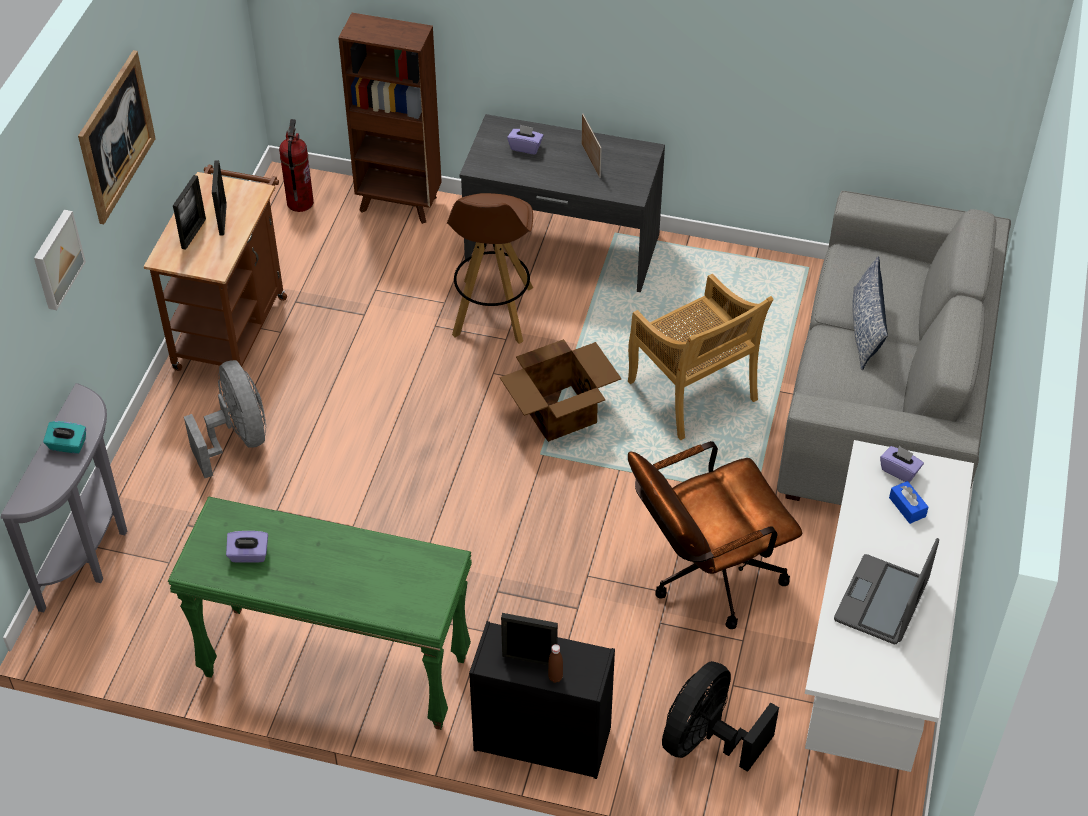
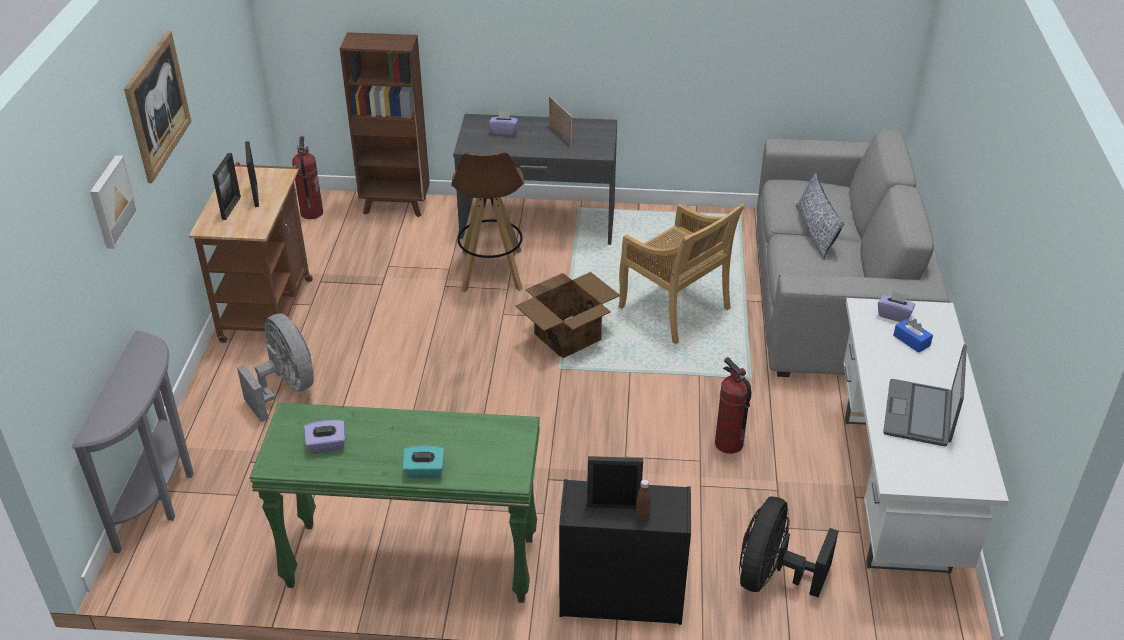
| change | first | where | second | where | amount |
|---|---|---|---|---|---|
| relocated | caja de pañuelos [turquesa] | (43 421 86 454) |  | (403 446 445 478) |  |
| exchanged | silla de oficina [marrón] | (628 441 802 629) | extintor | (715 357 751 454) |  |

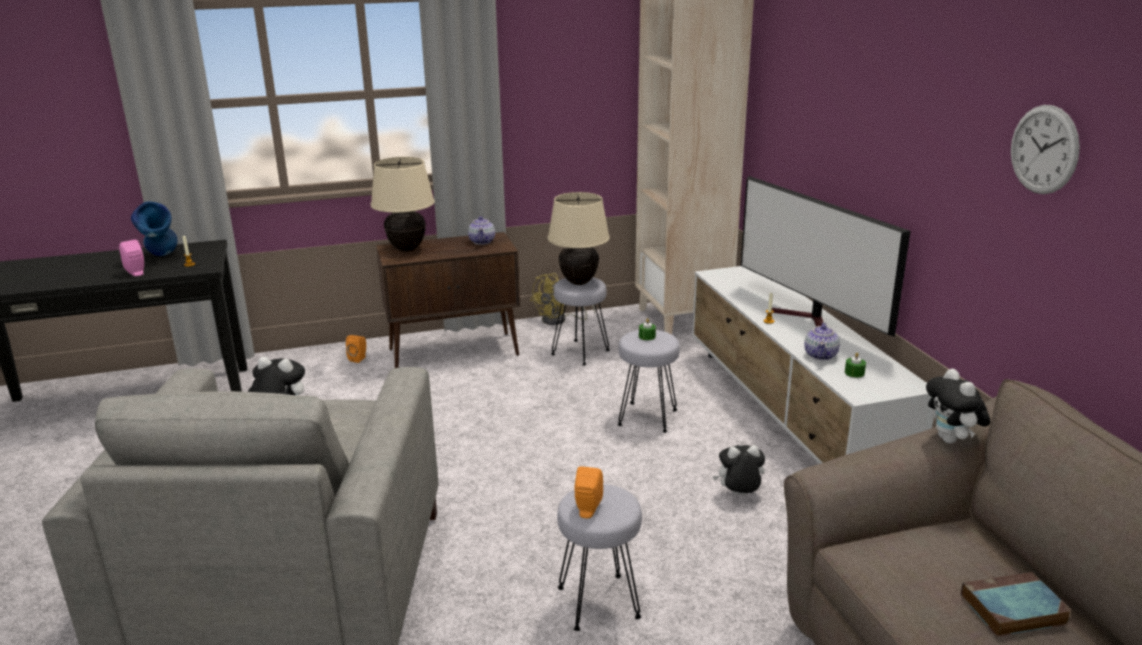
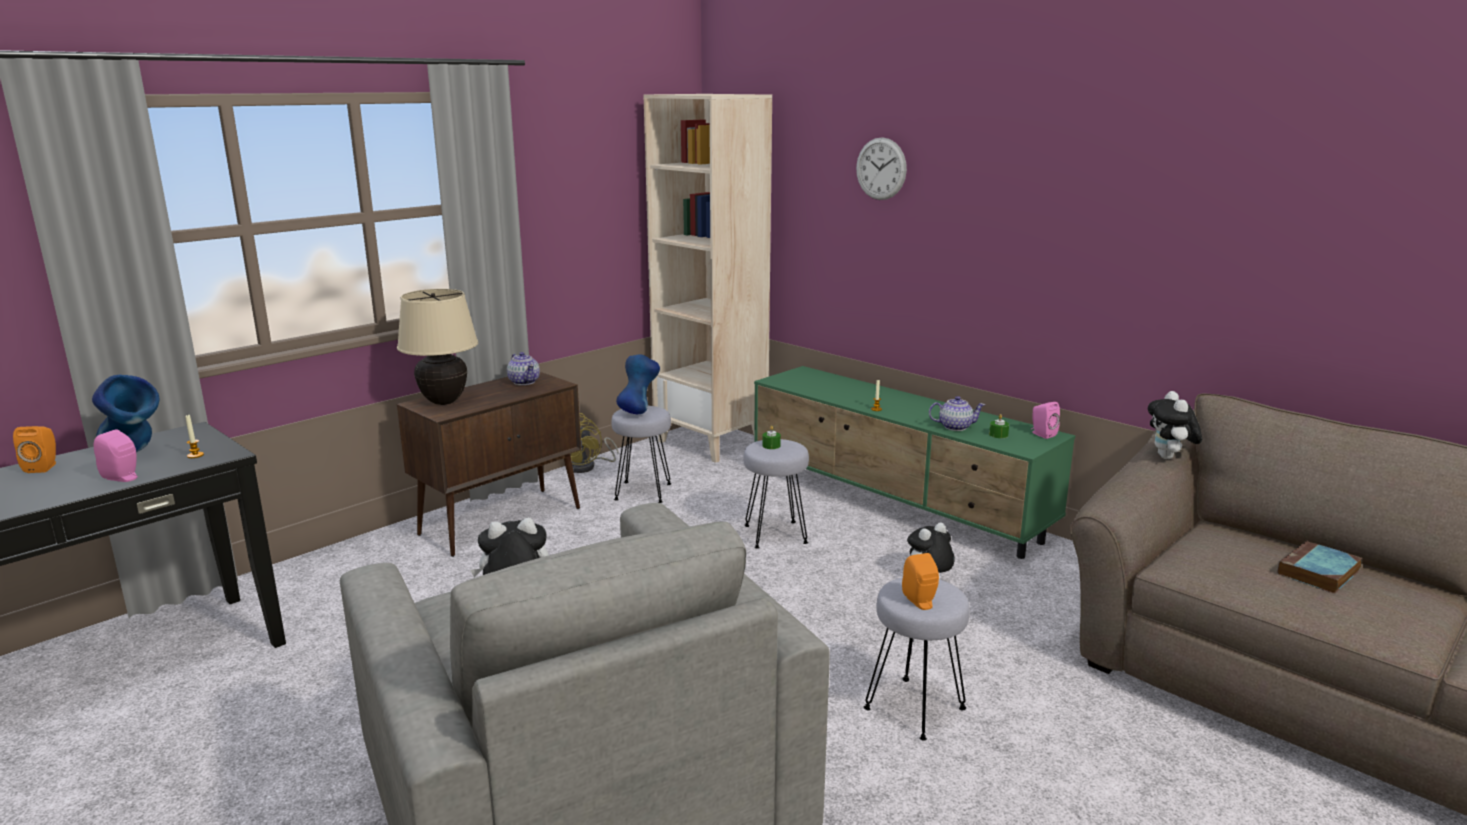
| change | first | where | second | where | amount |
|---|---|---|---|---|---|
| relocated | altavoz [naranja] | (346 335 366 363) |  | (13 426 56 473) |  |
| exchanged | lámpara de mesa [beis] | (548 192 610 285) | florero [azul] | (616 354 660 414) |  |
| colour | mueble de televisión [blanco] | (692 266 935 464) | mueble de televisión [verde] | (754 366 1075 559) |  |
| relocated | reloj de pared | (1011 105 1080 194) |  | (856 137 907 200) |  |
| spun | tetera | (804 322 840 360) |  | (929 396 985 431) | 75 degrees counterclockwise |
| appeared |  |  | altavoz [rosa] | (1031 402 1060 439) |  |
| spun | peluche | (926 369 990 444) |  | (1148 391 1202 459) | 45 degrees clockwise |
| missing | televisor | (741 176 911 337) |  |  |  |

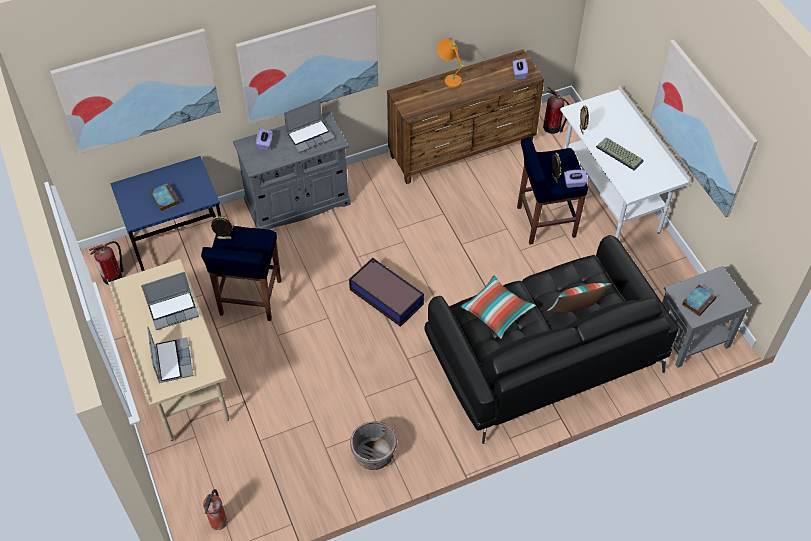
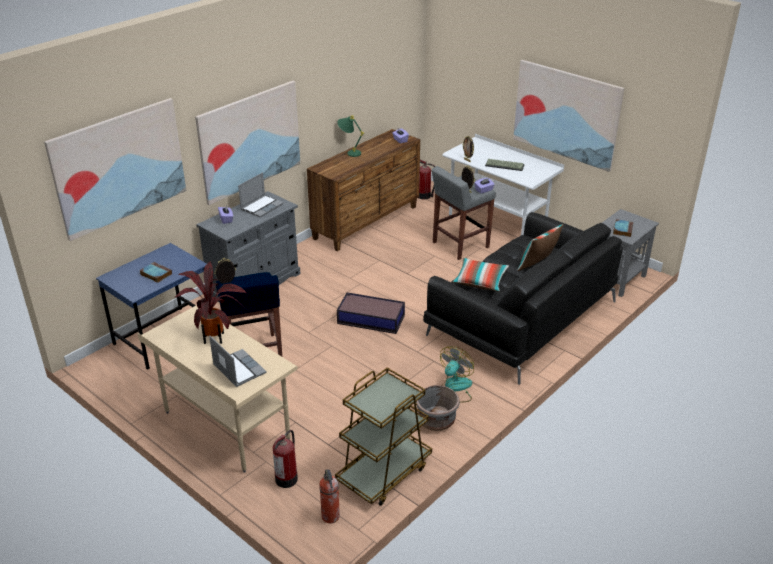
| change | first | where | second | where | amount |
|---|---|---|---|---|---|
| exchanged | portátil | (141 272 199 330) | planta en maceta | (175 261 246 344) |  |
| relocated | extintor | (89 241 124 285) |  | (273 430 298 488) |  |
| appeared |  |  | carrito [marrón] | (335 368 432 506) |  |
| colour | lámpara de mesa [naranja] | (437 39 464 87) | lámpara de mesa [verde] | (338 115 364 157) |  |
| colour | taburete [azul] | (517 137 588 245) | taburete [gris] | (432 166 496 260) |  |
| appeared |  |  | ventilador | (440 346 474 403) |  |

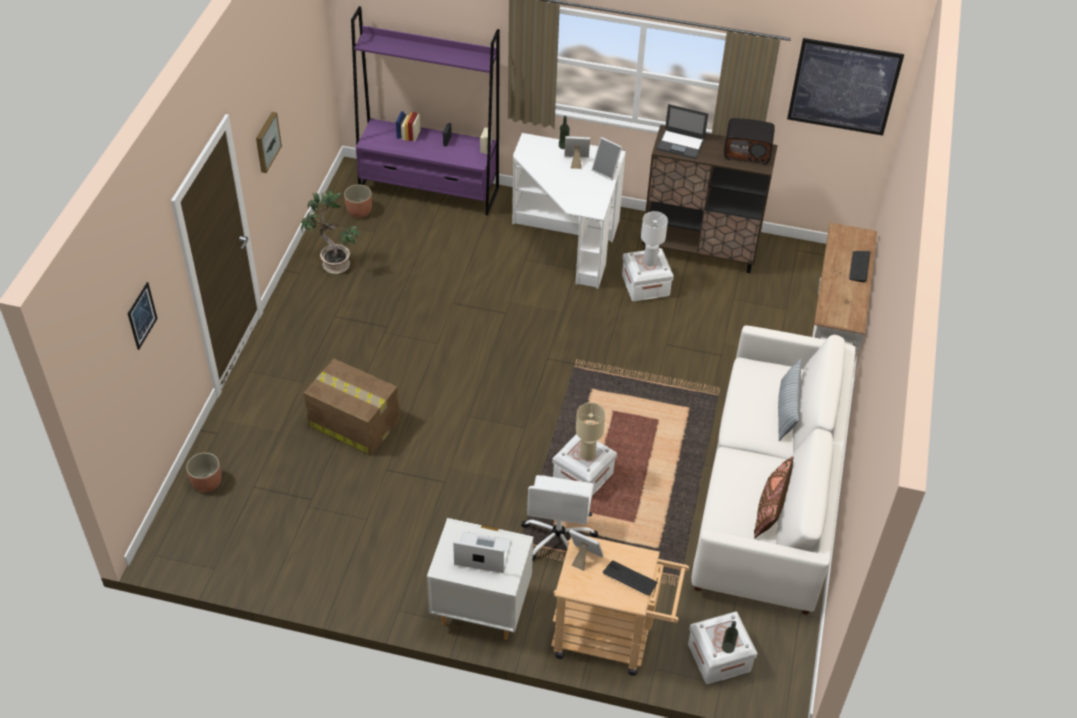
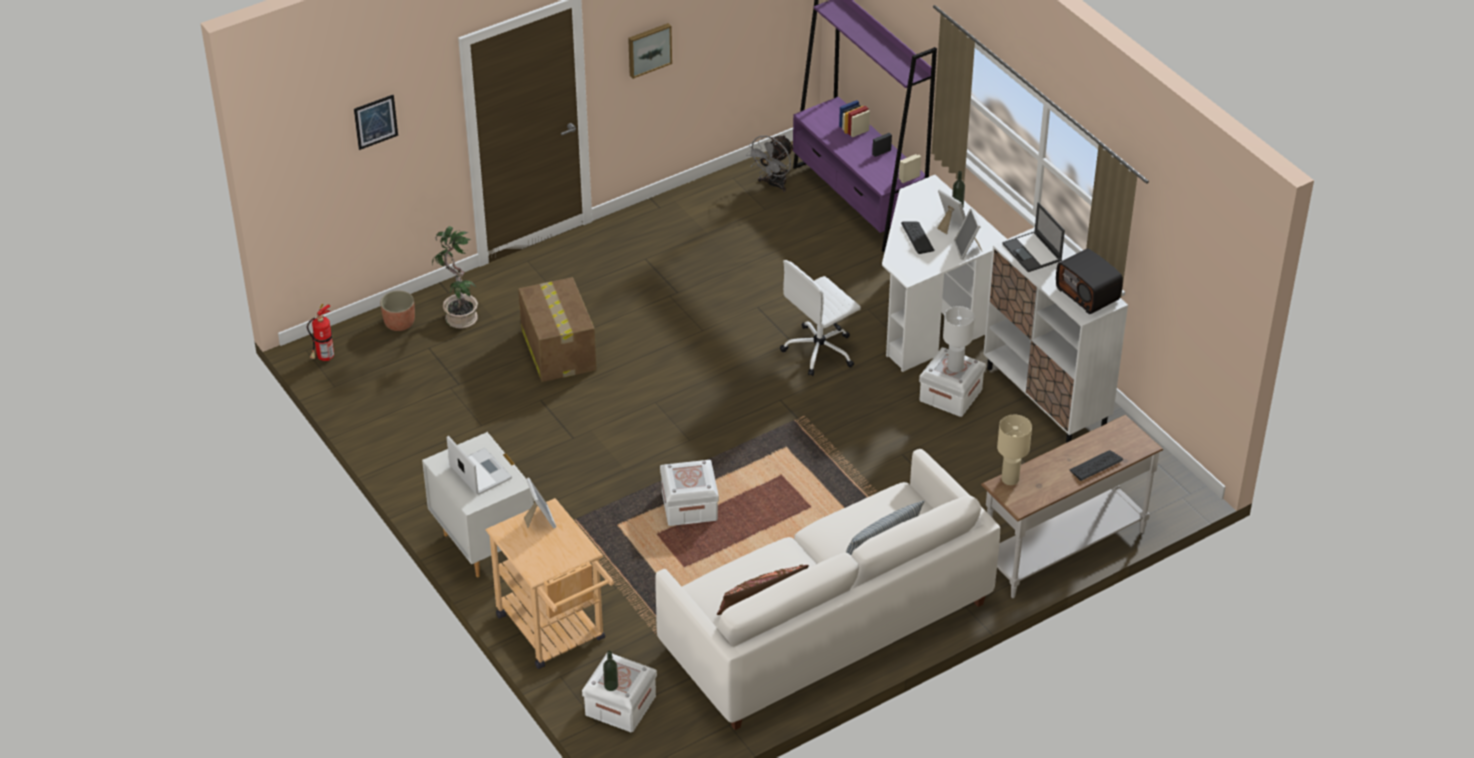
| change | first | where | second | where | amount |
|---|---|---|---|---|---|
| appeared |  |  | extintor | (307 304 334 361) |  |
| relocated | planta en maceta | (301 190 361 274) |  | (432 226 478 328) |  |
| exchanged | maceta | (344 184 372 218) | ventilador [gris] | (746 135 794 192) |  |
| relocated | silla de oficina [blanco] | (521 475 598 561) |  | (780 260 861 376) |  |
| relocated | teclado | (603 561 658 596) |  | (901 221 935 254) |  |
| colour | armario [marrón] | (642 125 778 273) | armario [blanco] | (984 227 1128 443) |  |
| relocated | lámpara de mesa [beis] | (576 403 605 460) |  | (997 415 1032 485) |  |
| missing | cuadro | (787 38 904 136) |  |  |  |

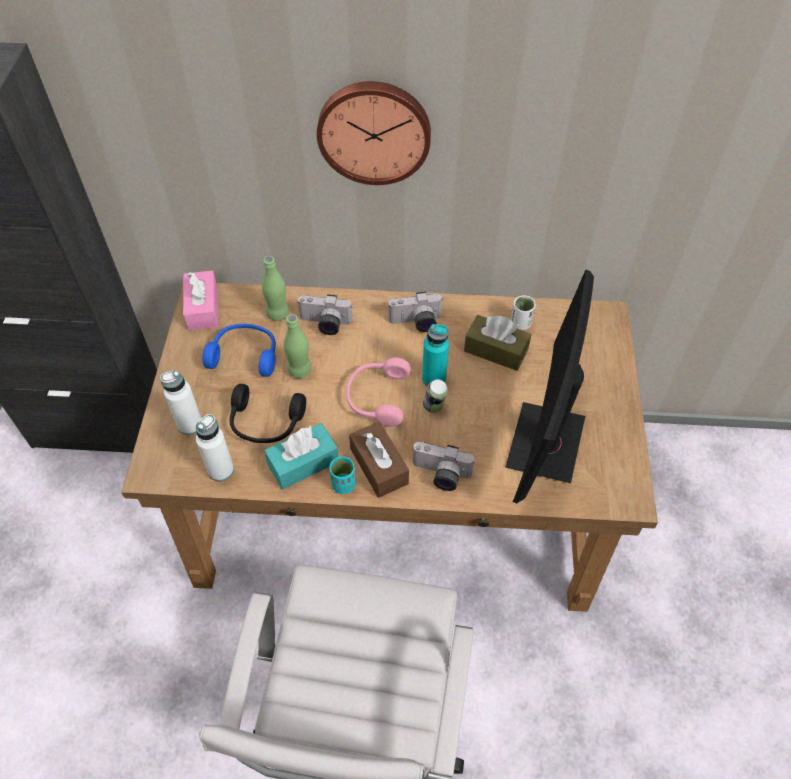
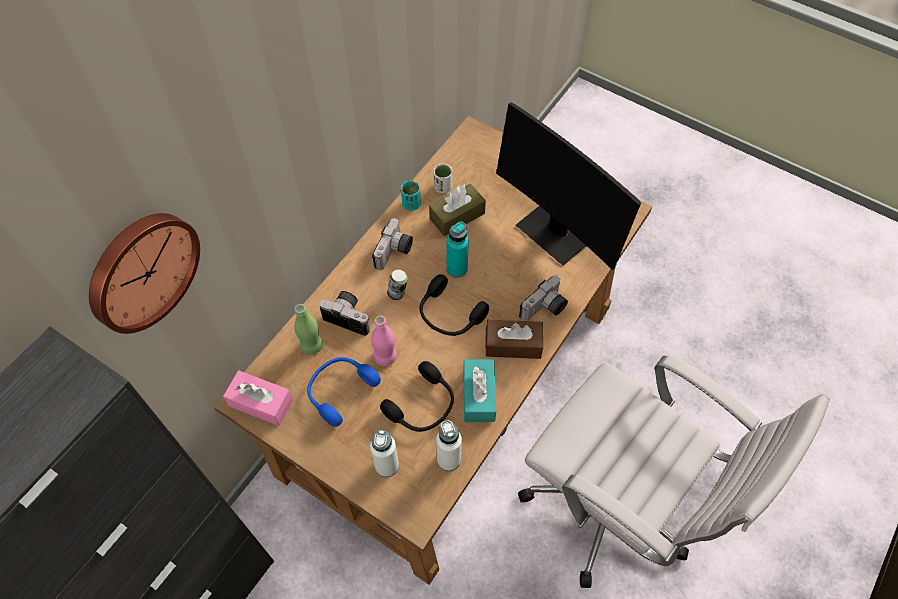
| change | first | where | second | where | amount |
|---|---|---|---|---|---|
| relocated | reloj de pared | (317 81 431 185) |  | (89 213 200 334) |  |
| spun | cámara | (297 294 352 335) |  | (320 291 370 336) | 105 degrees counterclockwise |
| colour | botella [verde] | (284 314 312 378) | botella [rosa] | (371 316 397 366) |  |
| relocated | lata | (423 379 448 413) |  | (387 269 407 300) |  |
| relocated | taza [turquesa] | (329 457 356 494) |  | (401 181 421 211) |  |
| colour | auriculares [rosa] | (346 358 411 427) | auriculares [negro] | (420 274 489 336) |  |

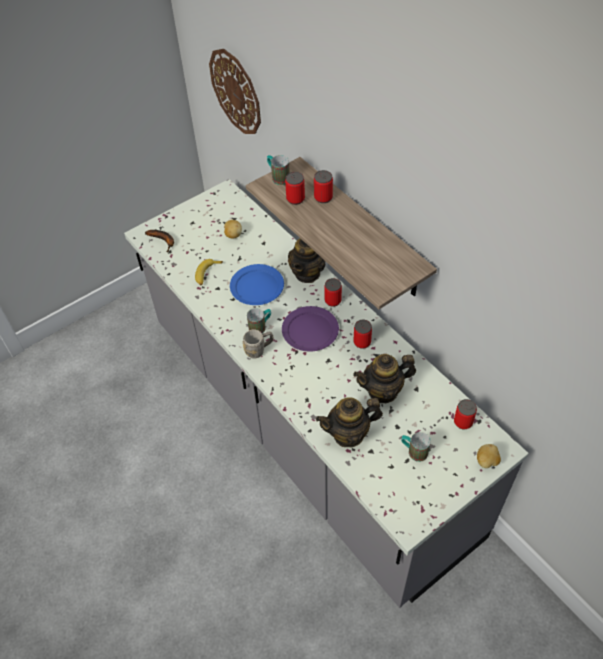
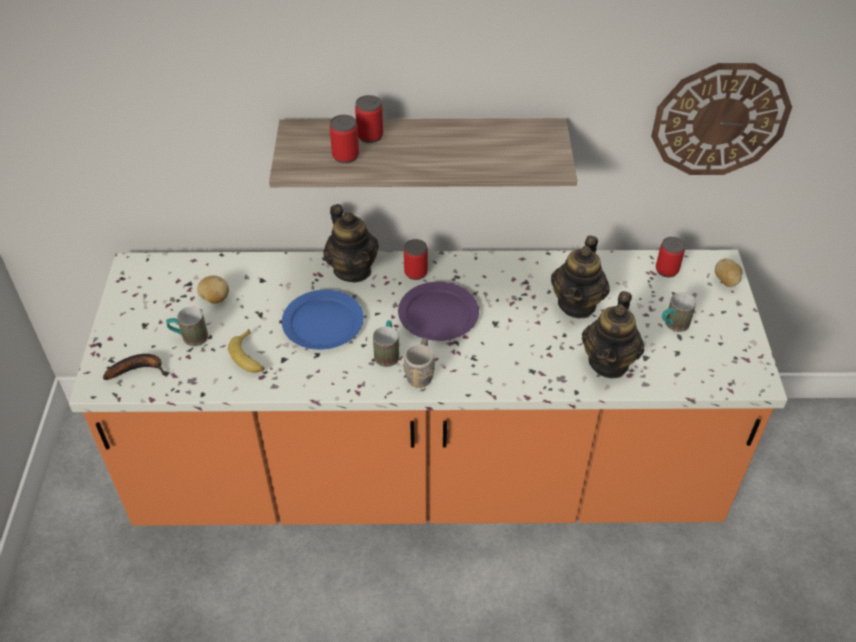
| change | first | where | second | where | amount |
|---|---|---|---|---|---|
| colour | mueble bajo de cocina [gris] | (124 179 529 608) | mueble bajo de cocina [naranja] | (69 250 788 526) |  |
| relocated | taza grande | (267 155 290 185) |  | (166 306 208 346) |  |
| relocated | reloj de pared | (209 49 261 134) |  | (651 63 792 175) |  |
| missing | lata | (353 320 372 349) |  |  |  |

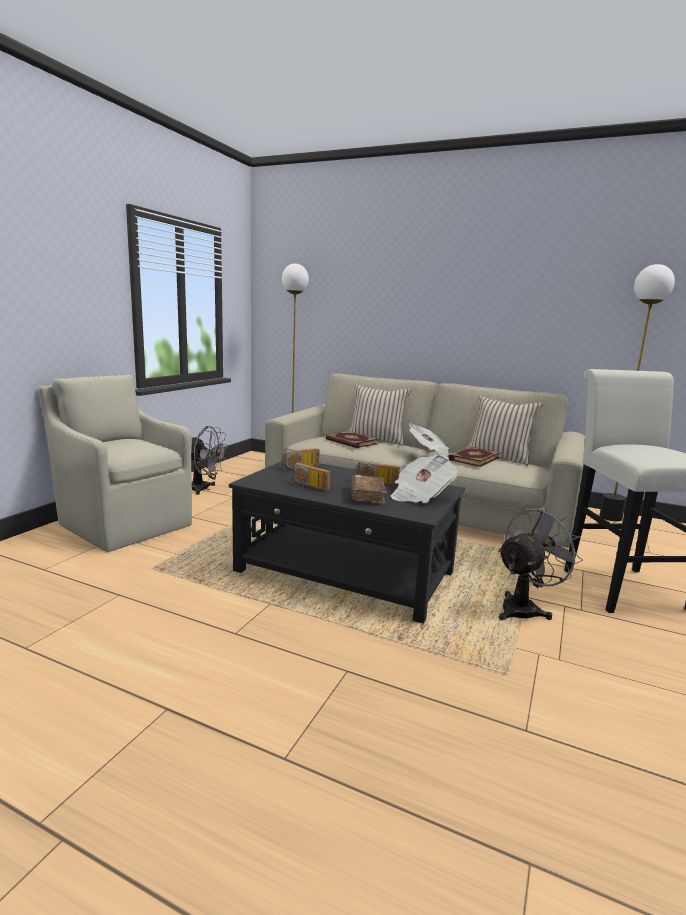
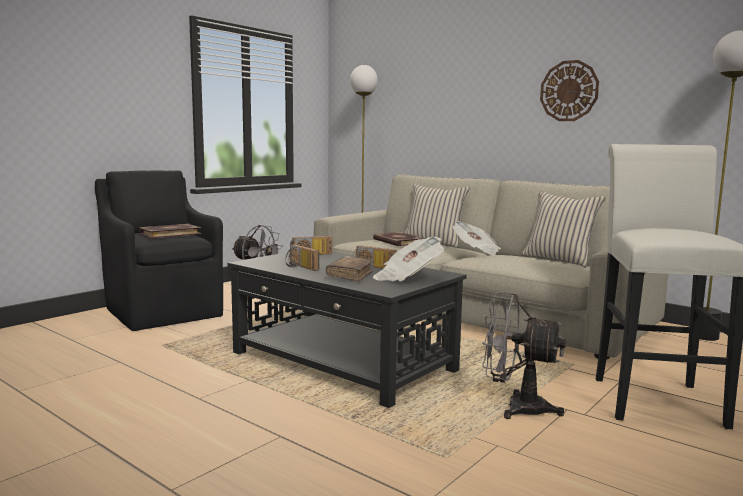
| change | first | where | second | where | amount |
|---|---|---|---|---|---|
| colour | sillón [beis] | (39 375 192 552) | sillón [negro] | (95 170 223 331) |  |
| relocated | libro | (448 447 500 467) |  | (138 224 202 238) |  |
| spun | ventilador [gris] | (498 507 583 620) |  | (482 292 566 419) | 135 degrees counterclockwise |
| appeared |  |  | reloj de pared | (540 60 599 121) |  |

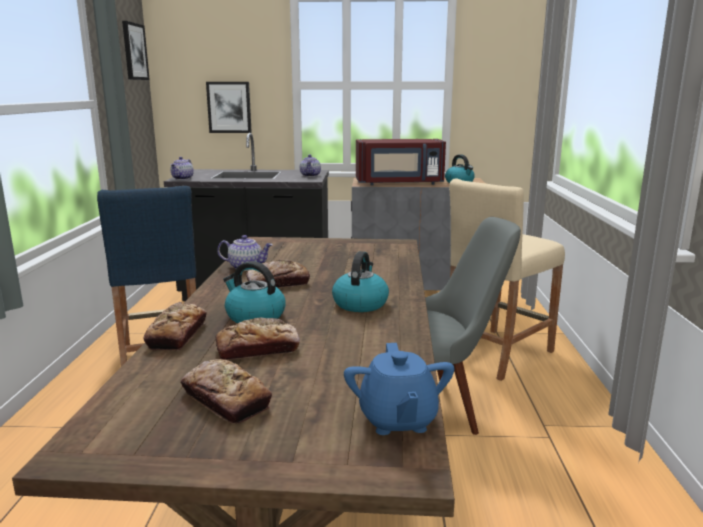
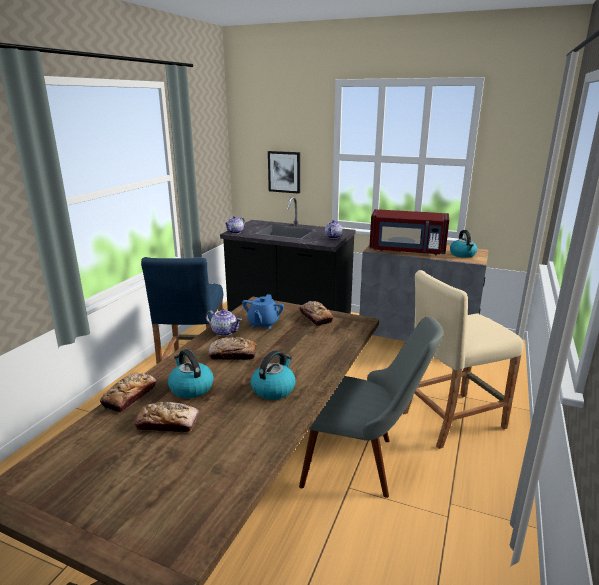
| change | first | where | second | where | amount |
|---|---|---|---|---|---|
| relocated | tetera [azul] | (344 343 454 435) |  | (242 294 284 329) |  |
| relocated | pan | (181 359 272 423) |  | (299 301 334 326) |  |
| missing | cuadro | (122 21 150 80) |  |  |  |

